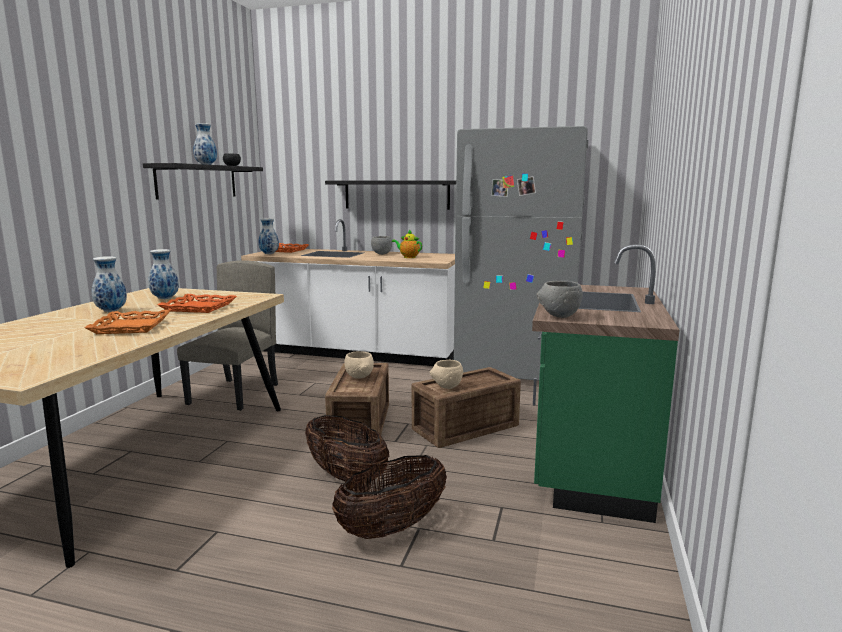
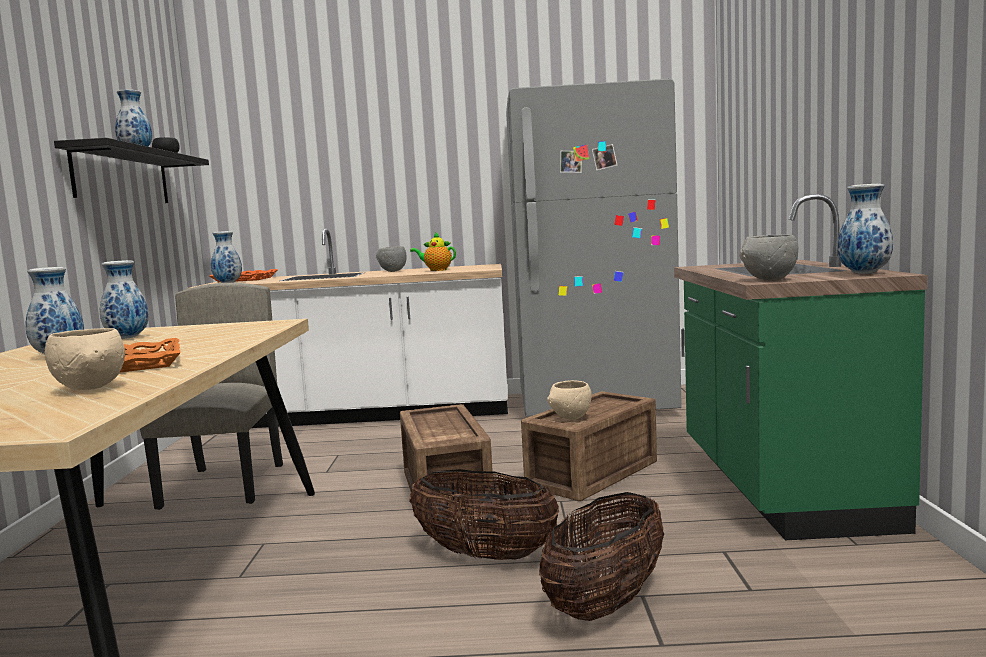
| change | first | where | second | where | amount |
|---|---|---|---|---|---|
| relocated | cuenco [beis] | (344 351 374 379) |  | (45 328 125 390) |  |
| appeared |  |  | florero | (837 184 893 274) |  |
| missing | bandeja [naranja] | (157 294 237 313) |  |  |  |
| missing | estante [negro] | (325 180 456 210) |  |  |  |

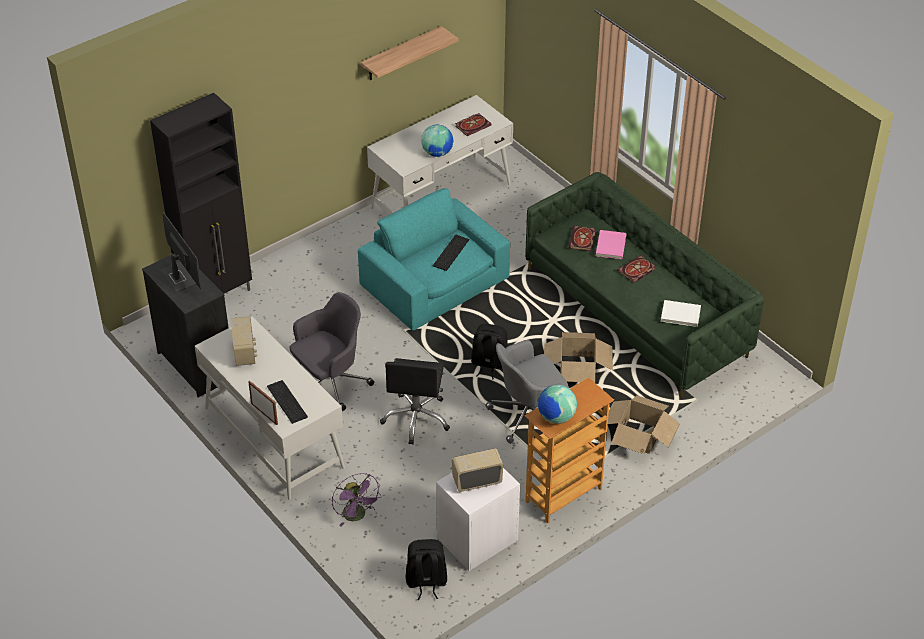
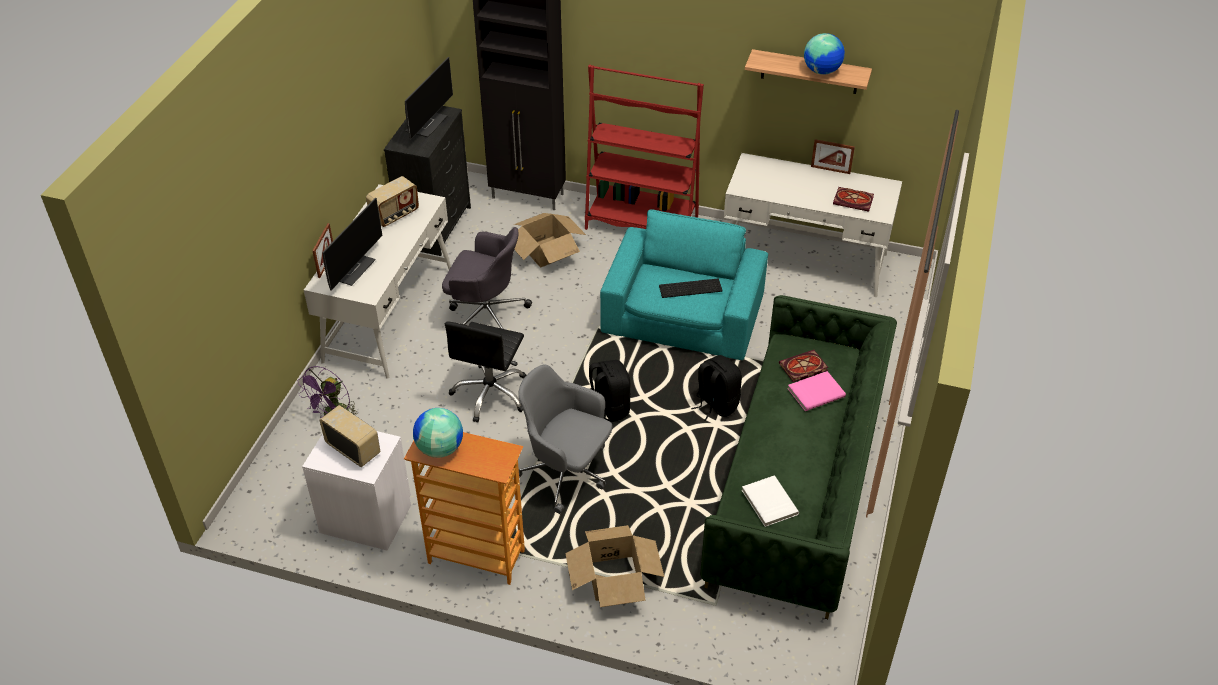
| change | first | where | second | where | amount |
|---|---|---|---|---|---|
| exchanged | teclado | (267 380 308 424) | monitor | (322 197 383 291) |  |
| spun | silla de oficina [negro] | (380 358 450 445) |  | (445 322 526 423) | 45 degrees counterclockwise |
| relocated | caja de cartón | (544 332 613 382) |  | (514 213 586 267) |  |
| appeared |  |  | estantería [rojo] | (585 65 704 230) |  |
| relocated | mochila [negro] | (406 539 447 600) |  | (691 355 742 421) |  |
| relocated | globo terráqueo | (421 125 453 157) |  | (804 33 845 75) |  |
| appeared |  |  | portarretratos | (811 139 855 174) |  |
| missing | libro | (617 255 656 283) |  |  |  |

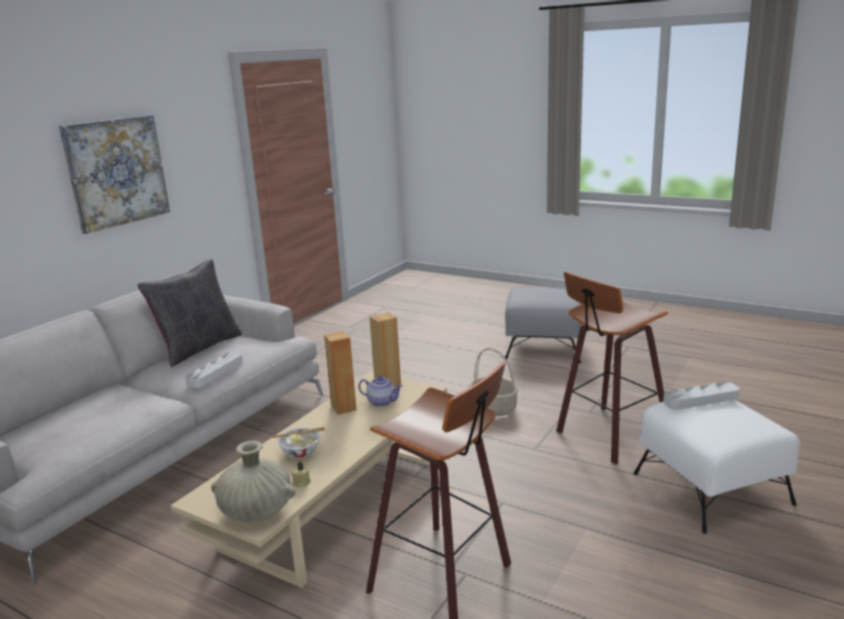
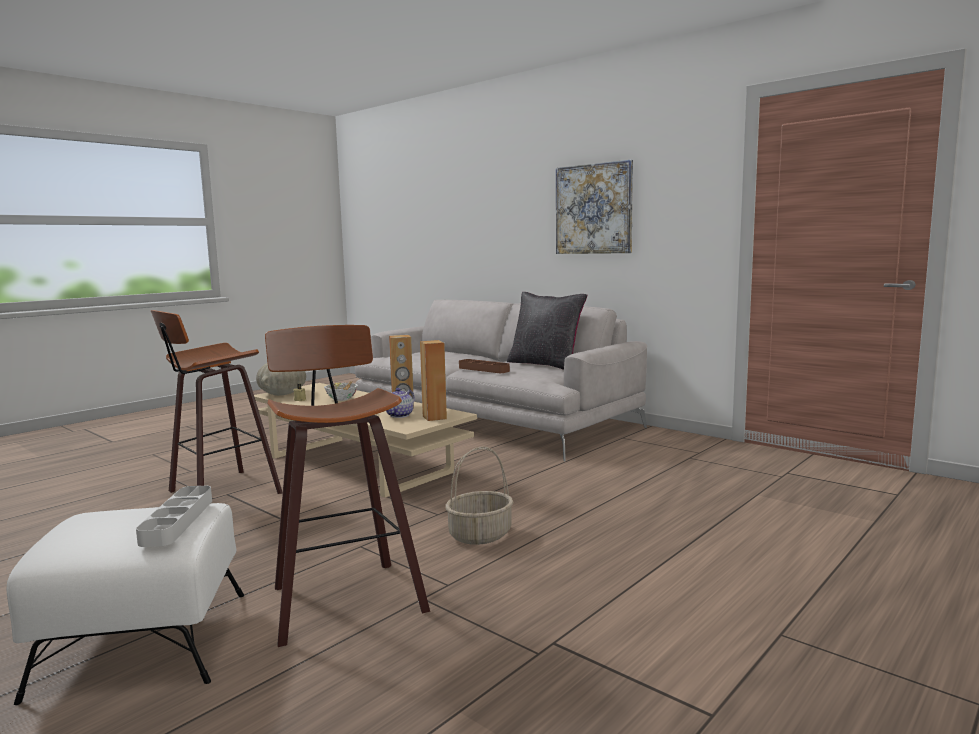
| change | first | where | second | where | amount |
|---|---|---|---|---|---|
| colour | bandeja [gris] | (185 352 243 388) | bandeja [marrón] | (459 359 510 373) |  |
| missing | puf [gris] | (505 288 582 363) |  |  |  |

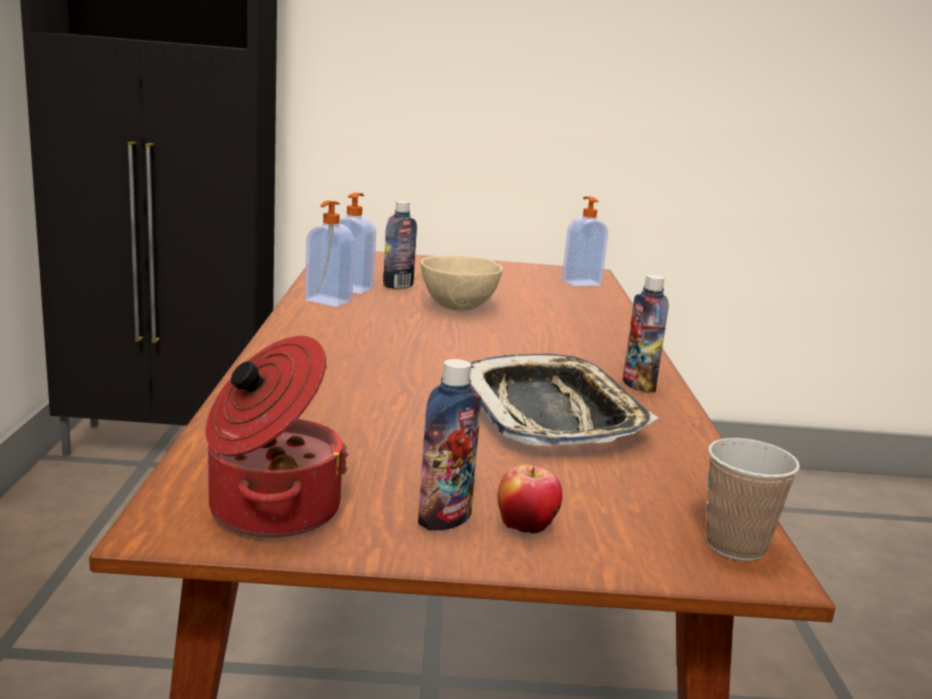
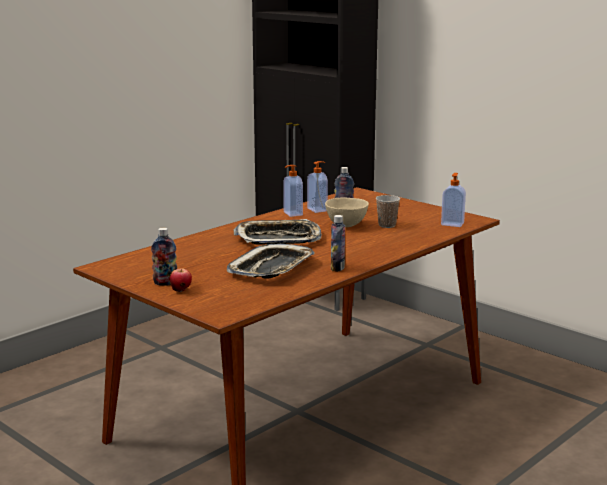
| change | first | where | second | where | amount |
|---|---|---|---|---|---|
| appeared |  |  | bandeja | (234 219 322 245) |  |
| relocated | taza | (706 438 800 561) |  | (376 195 400 228) |  |
| missing | olla | (205 336 348 538) |  |  |  |

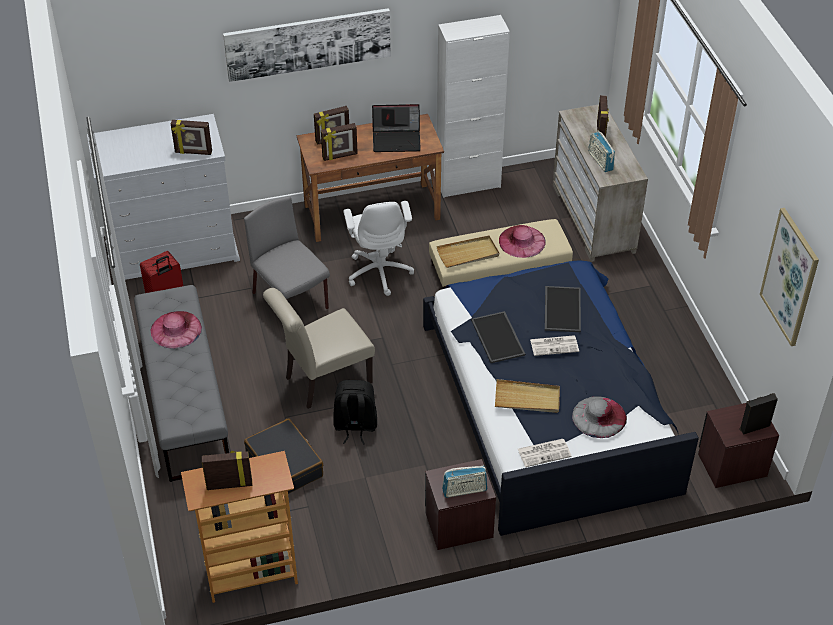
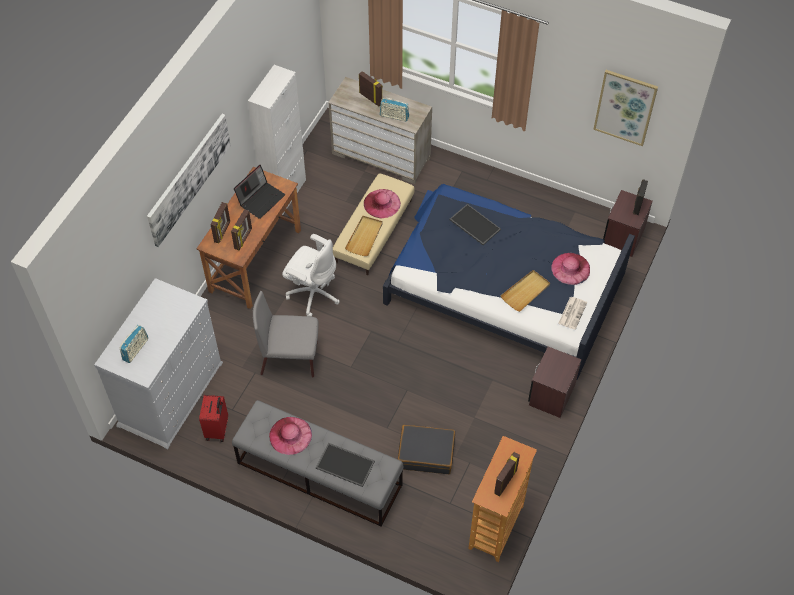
| change | first | where | second | where | amount |
|---|---|---|---|---|---|
| relocated | radio | (442 466 487 498) |  | (120 325 148 363) |  |
| relocated | bandeja | (471 311 525 363) |  | (316 443 375 487) |  |
| colour | sombrero [gris] | (572 396 627 438) | sombrero [rosa] | (551 253 590 285) |  |
| missing | portarretratos | (171 120 212 155) |  |  |  |
| missing | silla [beis] | (263 288 375 409) |  |  |  |
| missing | mochila [negro] | (333 380 377 445) |  |  |  |
| missing | periódico | (530 335 579 356) |  |  |  |

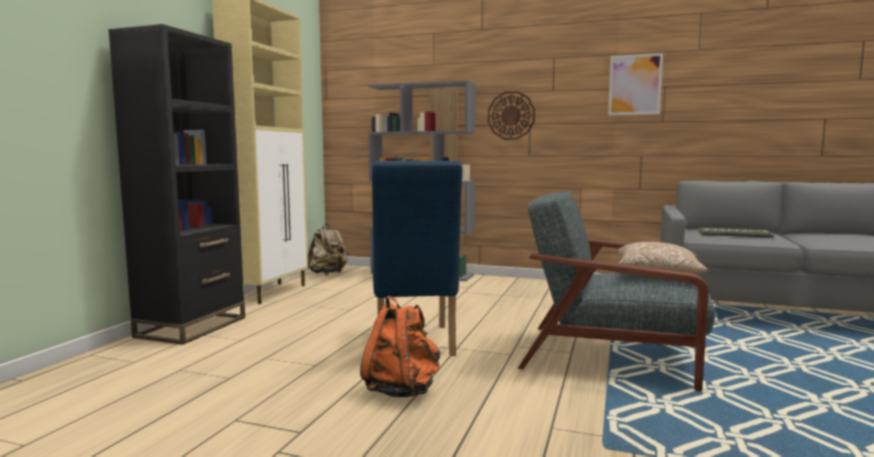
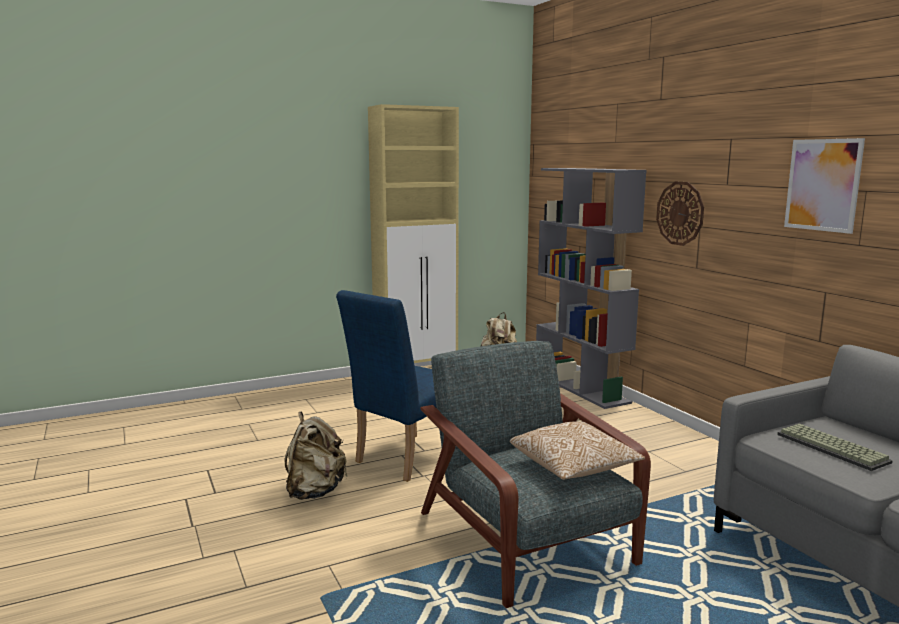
| change | first | where | second | where | amount |
|---|---|---|---|---|---|
| colour | mochila [naranja] | (360 296 440 398) | mochila [beis] | (284 411 347 500) |  |
| missing | estantería [negro] | (108 24 245 345) |  |  |  |

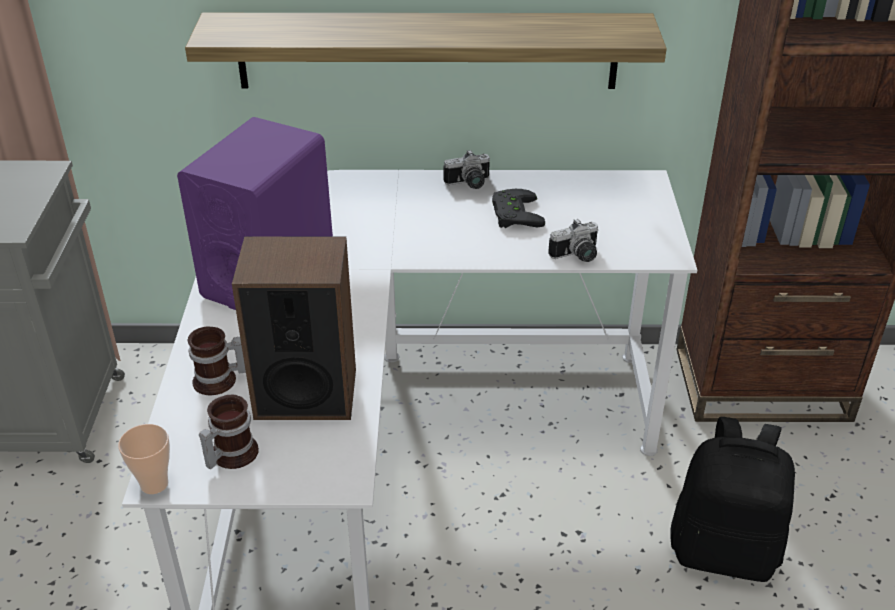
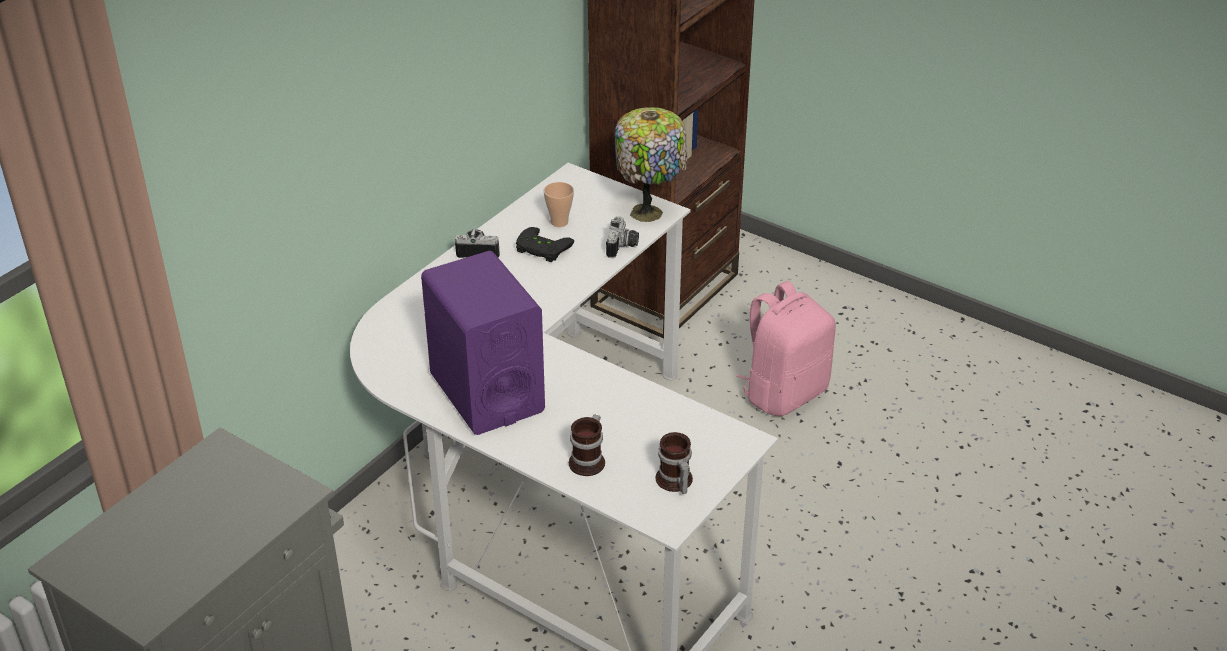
| change | first | where | second | where | amount |
|---|---|---|---|---|---|
| spun | cámara | (443 150 490 189) |  | (455 229 500 258) | 105 degrees counterclockwise |
| relocated | taza | (118 424 170 494) |  | (544 182 574 227) |  |
| appeared |  |  | lámpara de mesa | (615 107 687 222) |  |
| colour | mochila [negro] | (671 417 795 582) | mochila [rosa] | (736 281 836 416) |  |
| missing | estante | (185 13 667 89) |  |  |  |
| missing | altavoz | (232 236 356 420) |  |  |  |

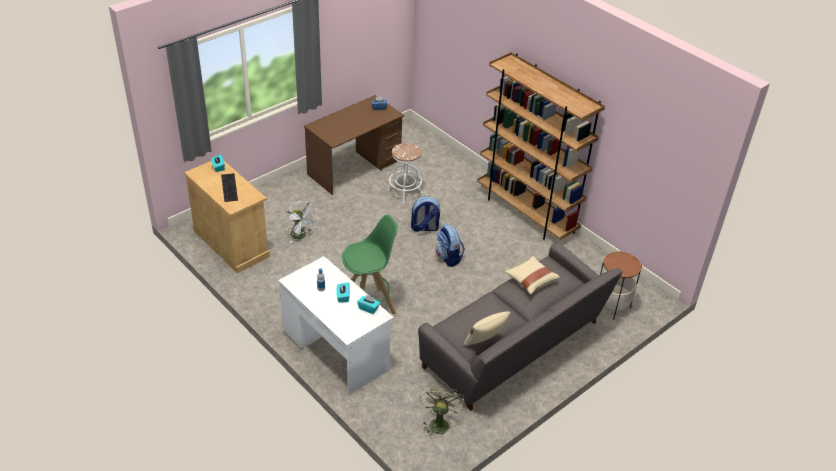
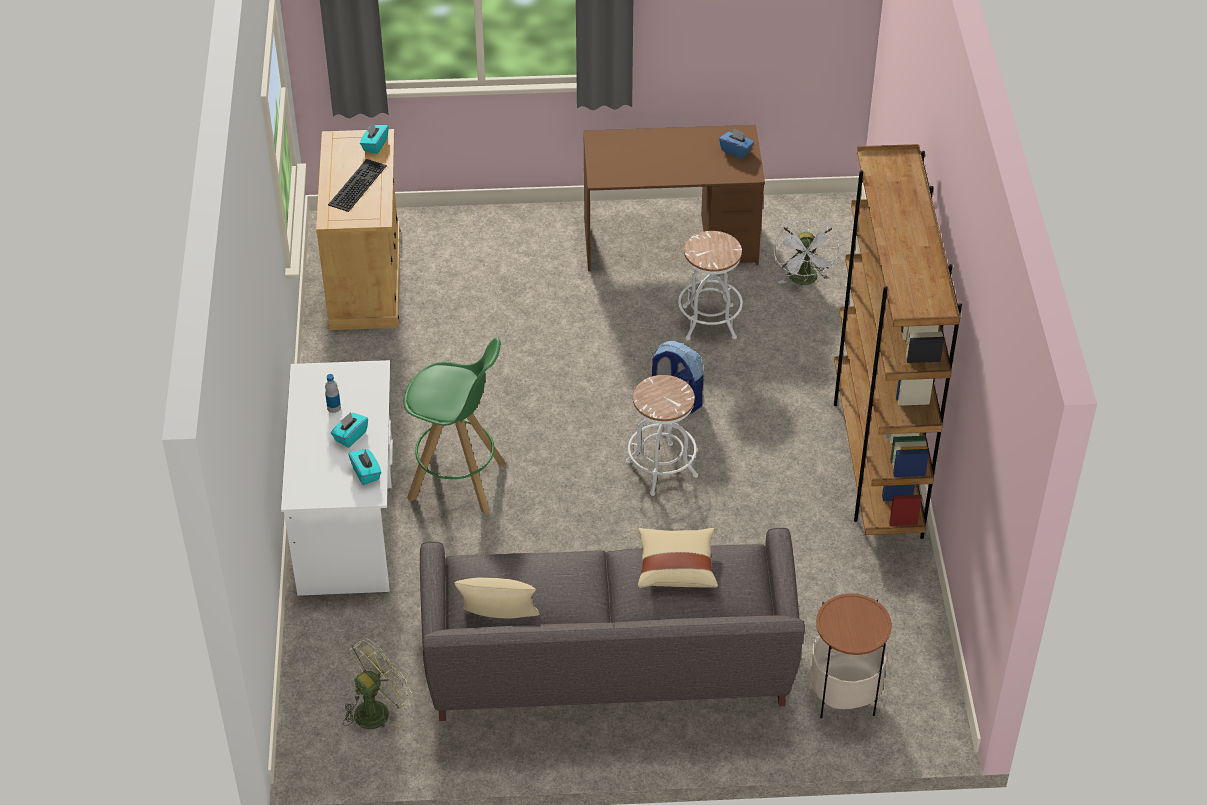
| change | first | where | second | where | amount |
|---|---|---|---|---|---|
| exchanged | mochila | (436 223 465 267) | taburete [blanco] | (626 375 698 496) |  |
| relocated | ventilador [blanco] | (284 201 317 243) |  | (773 220 839 285) |  |

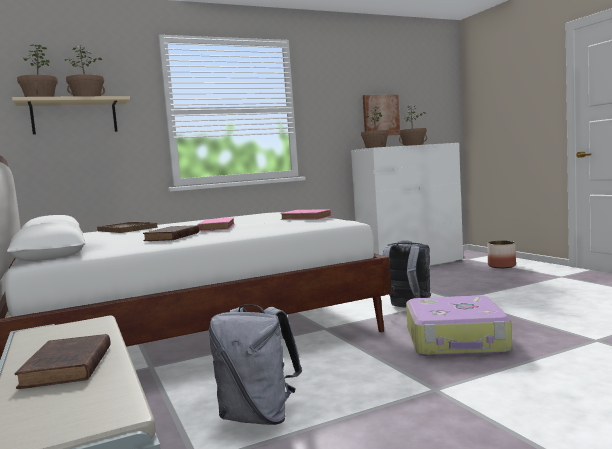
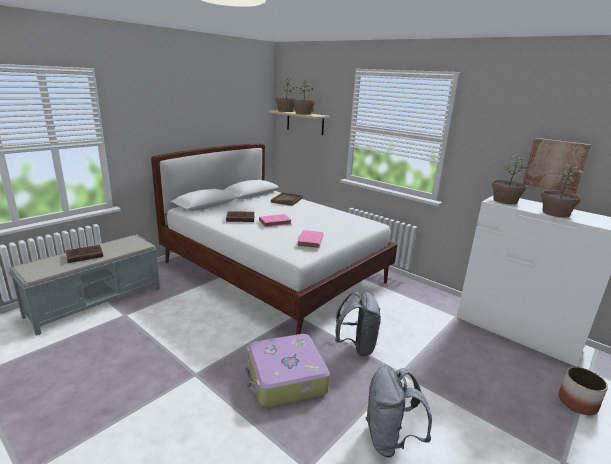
| change | first | where | second | where | amount |
|---|---|---|---|---|---|
| relocated | mochila [gris] | (209 304 302 425) |  | (366 365 432 458) |  |

